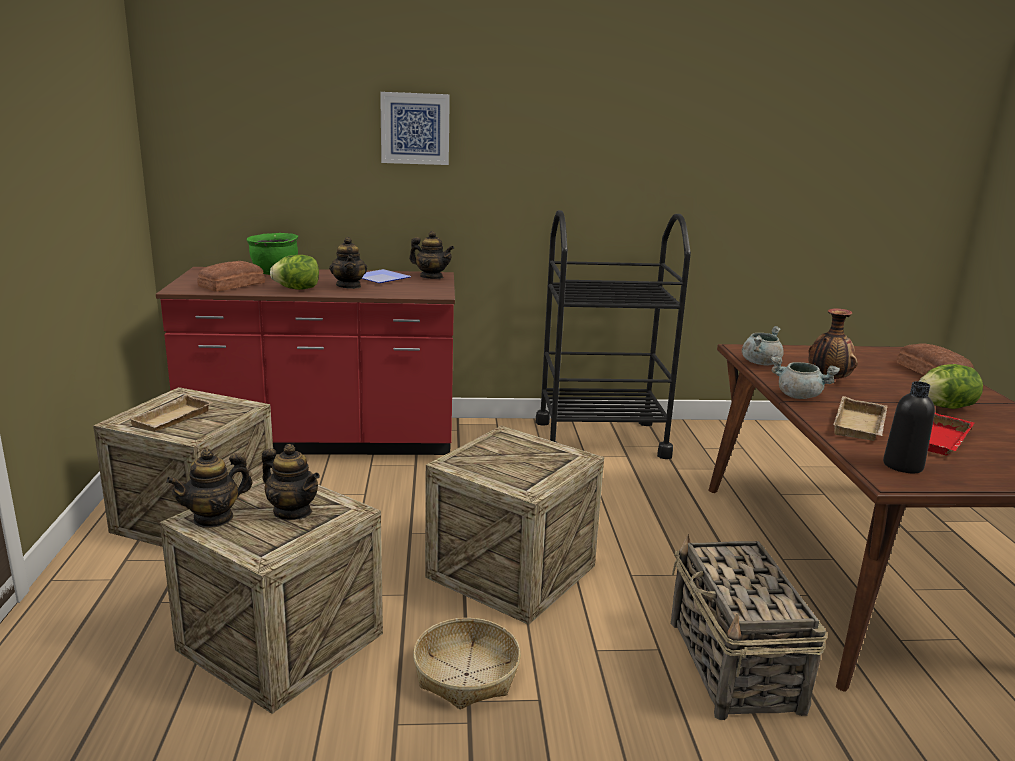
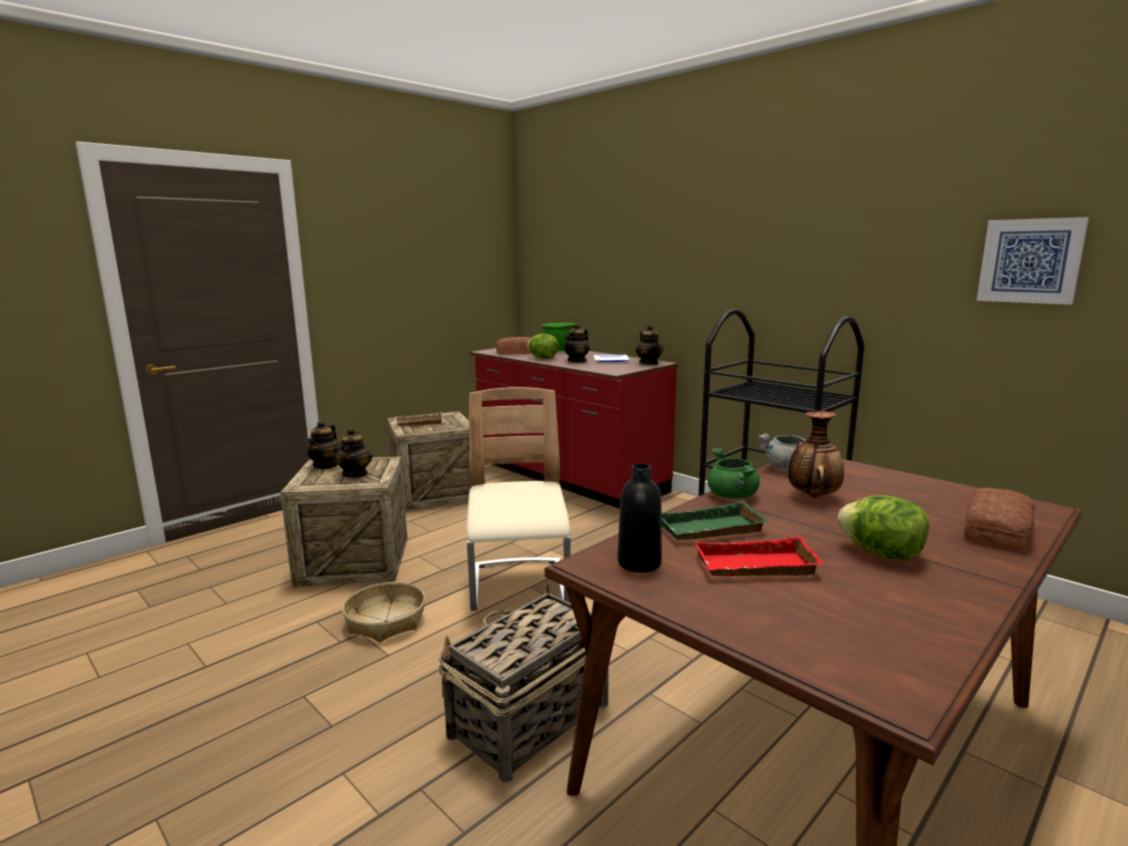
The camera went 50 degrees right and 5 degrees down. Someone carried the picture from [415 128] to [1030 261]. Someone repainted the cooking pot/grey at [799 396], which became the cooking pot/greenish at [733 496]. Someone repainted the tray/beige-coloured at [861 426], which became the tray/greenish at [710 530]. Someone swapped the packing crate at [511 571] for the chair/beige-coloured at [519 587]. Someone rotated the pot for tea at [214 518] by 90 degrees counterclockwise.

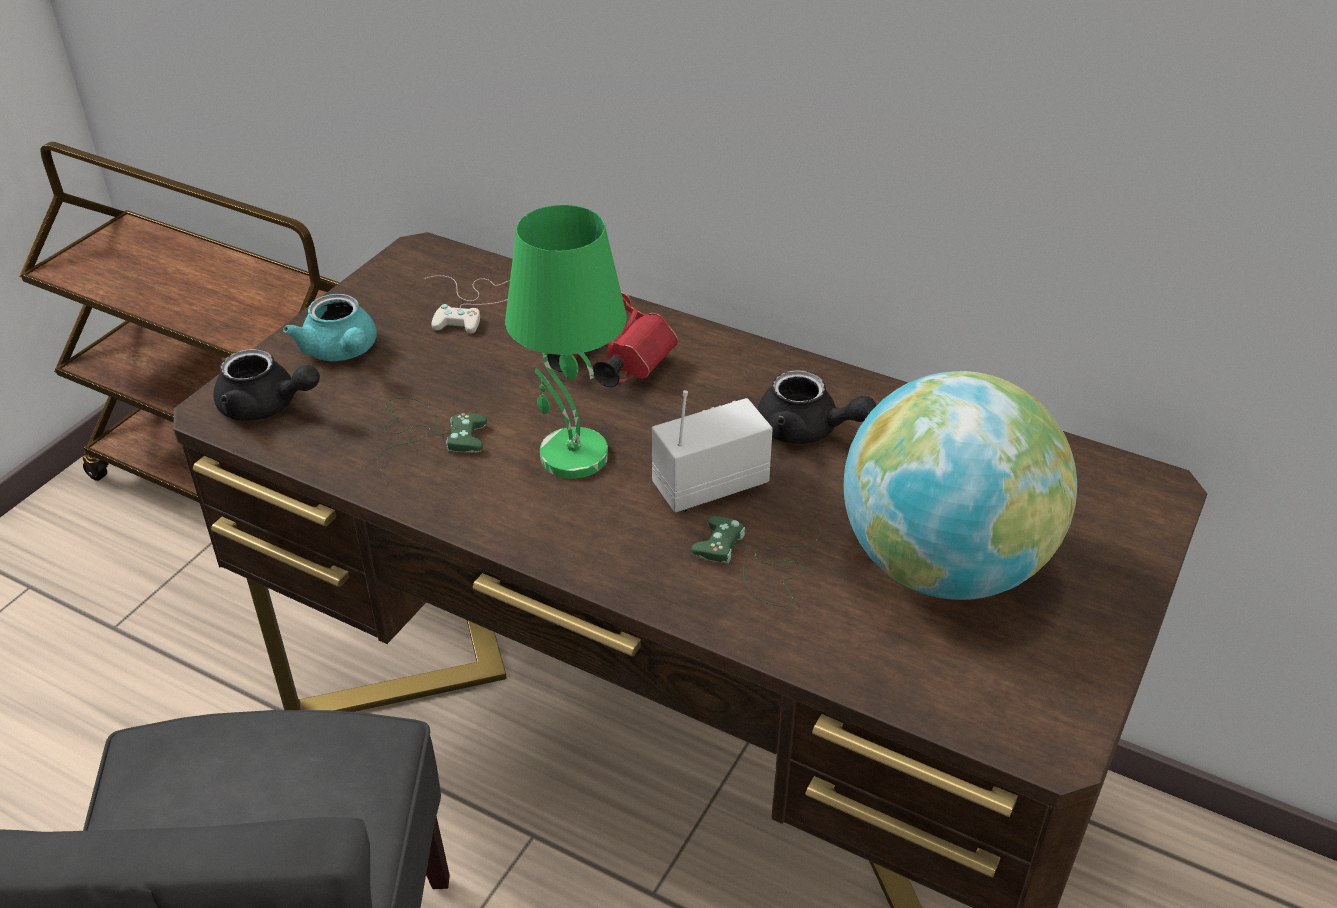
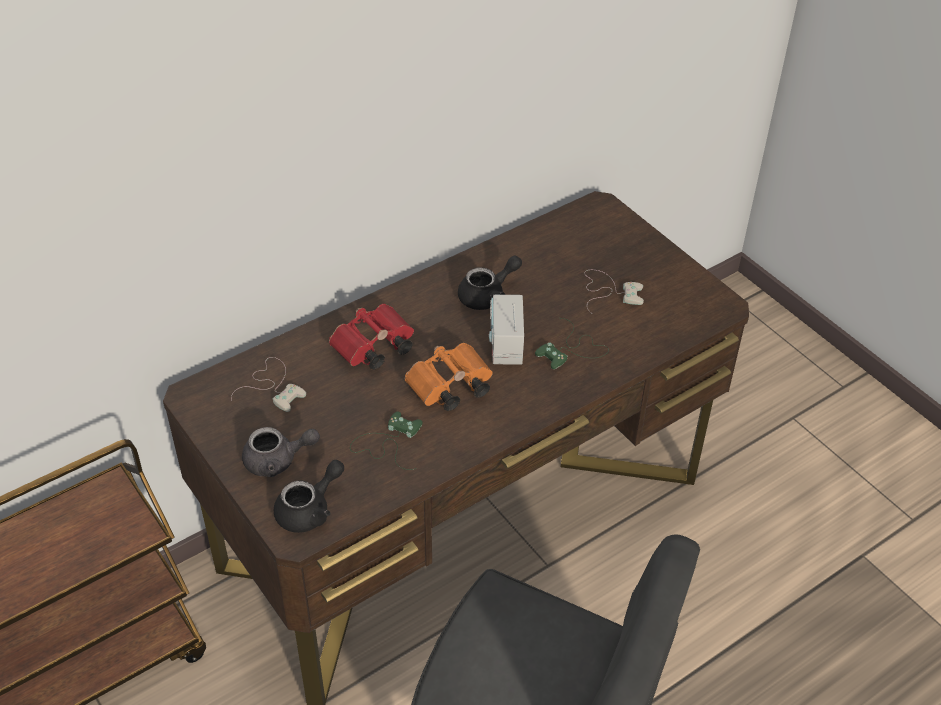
The camera went 65 degrees left and 5 degrees up. Someone swapped the tabletop lamp/greenish at [571 456] for the binoculars/orange-coloured at [449 389]. Someone repainted the pot for tea/turquoise-coloured at [342 352], which became the pot for tea/grey at [277 461]. Someone swapped the desk globe at [942 565] for the game controller/whitish at [609 291].

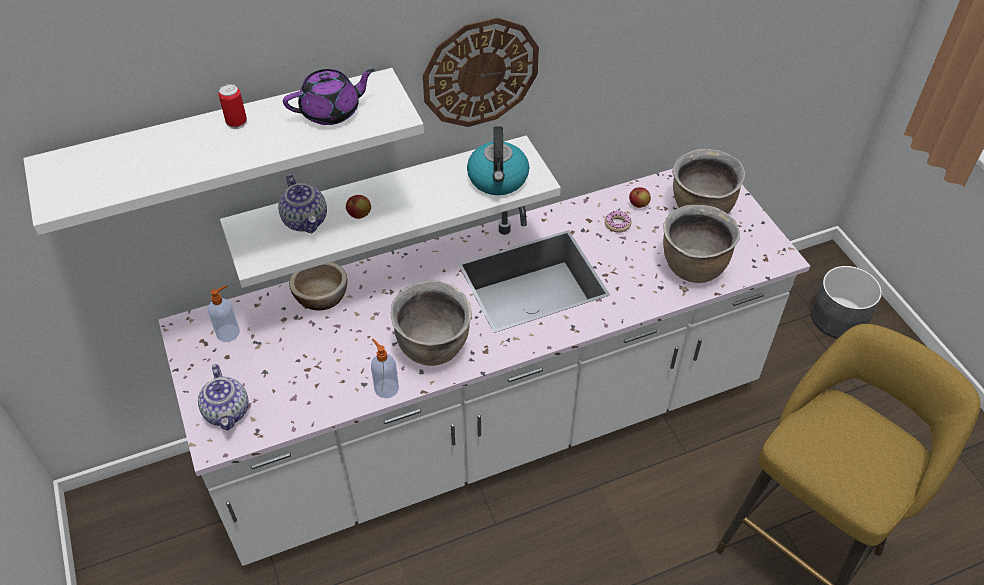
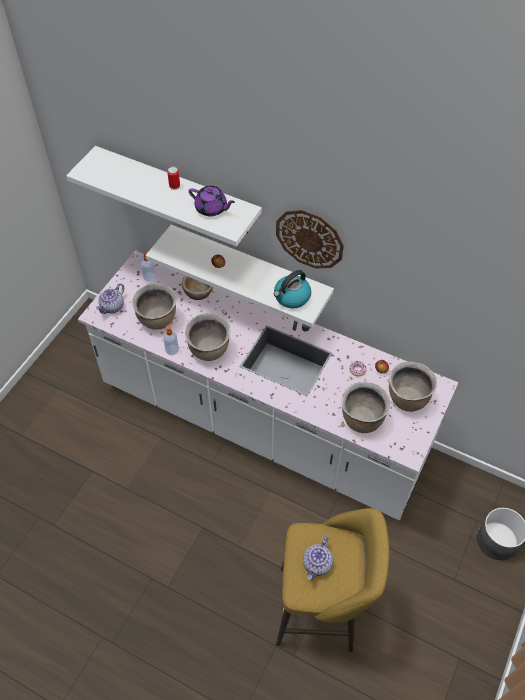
The camera went 50 degrees right and 5 degrees up. Someone carried the pot for tea from [306 220] to [317 564]. Someone put down the cooking pot/brown at [158 320].

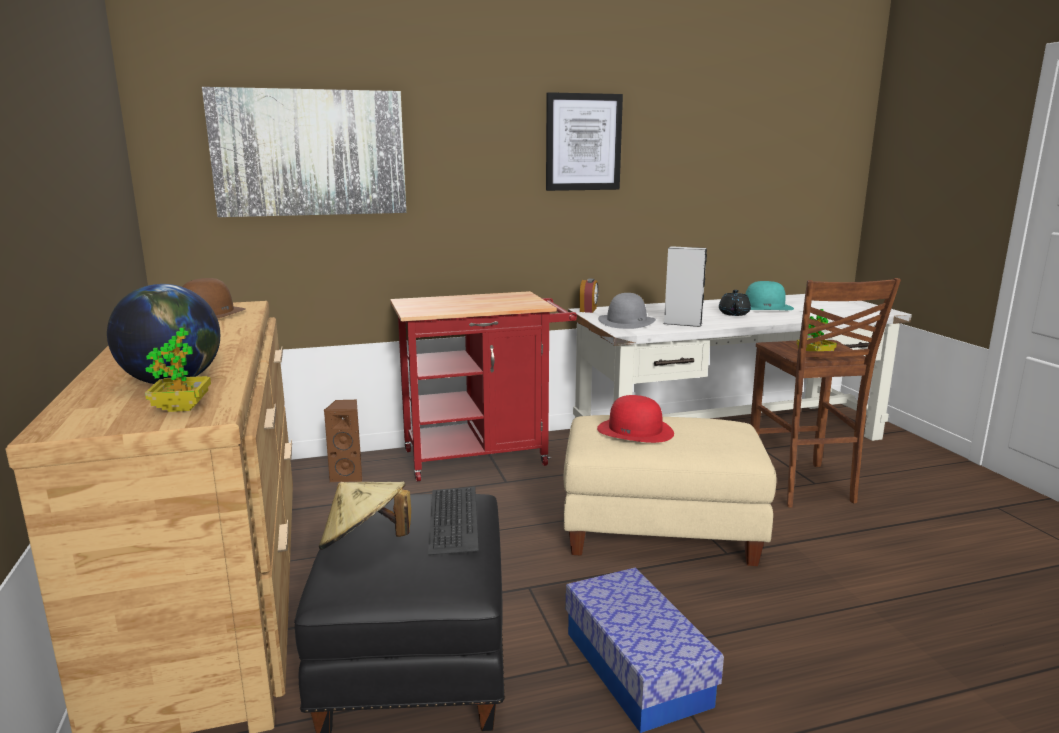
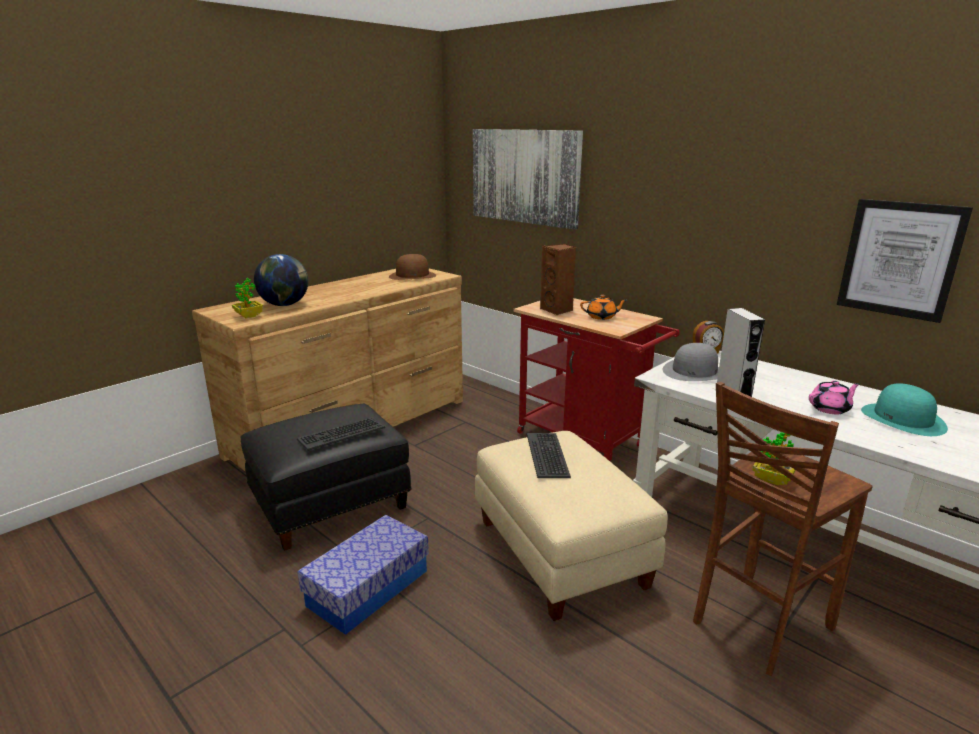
The camera went 60 degrees right and 5 degrees up. Someone carried the picture from [583 142] to [900 259]. Someone repainted the pot for tea/black at [734 313], which became the pot for tea/pink at [830 409]. Someone swapped the clothing hat/red-coloured at [635 430] for the computer keyboard at [548 455]. Someone carried the loudspeaker/brown from [349 476] to [557 310]. Someone took away the clothing hat/beige-coloured at [365 543]. Someone put down the pot for tea/orange-coloured at [602 317].

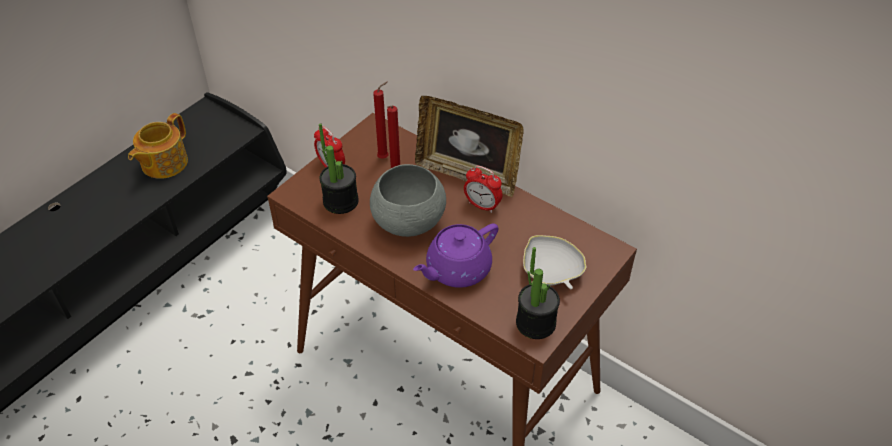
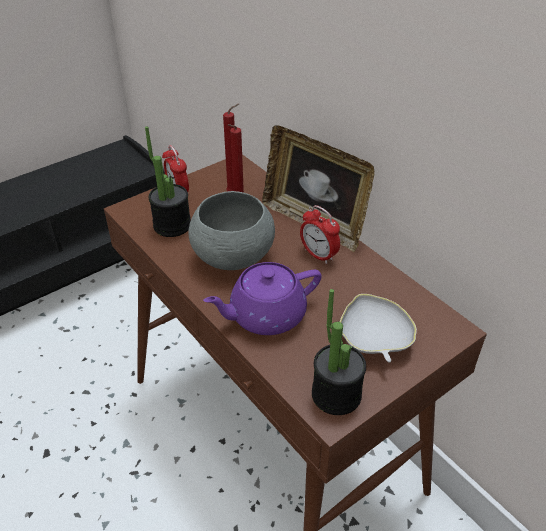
The camera went 15 degrees right and 5 degrees down. Someone took away the pot for tea at [163 163].

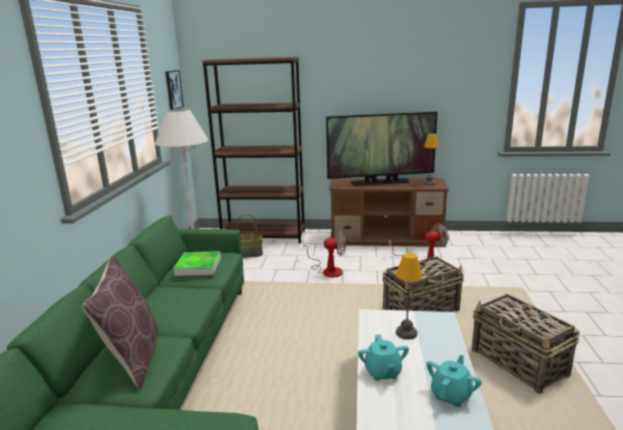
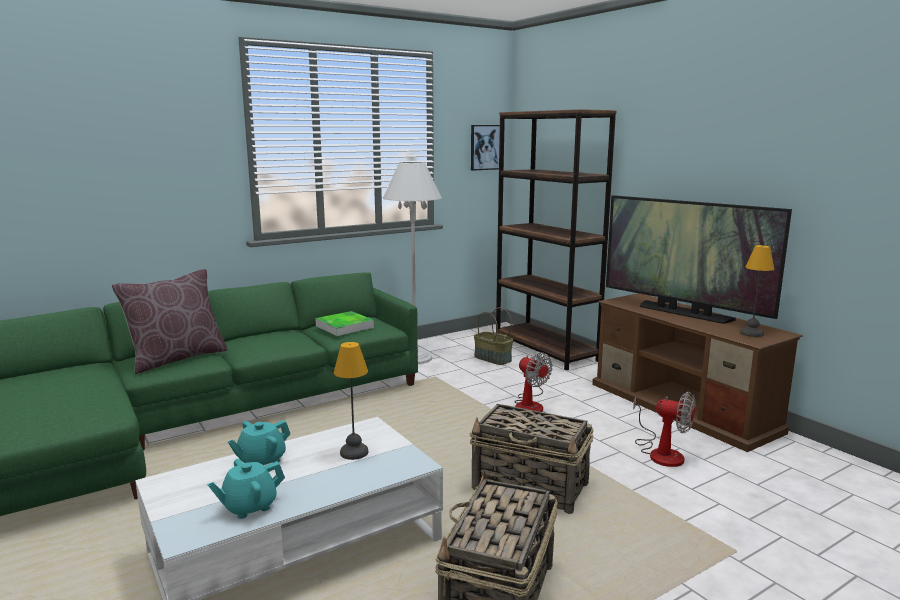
The camera went 50 degrees right and 5 degrees down. Someone rotated the pot for tea/turquoise-coloured at [451 395] by 150 degrees clockwise.

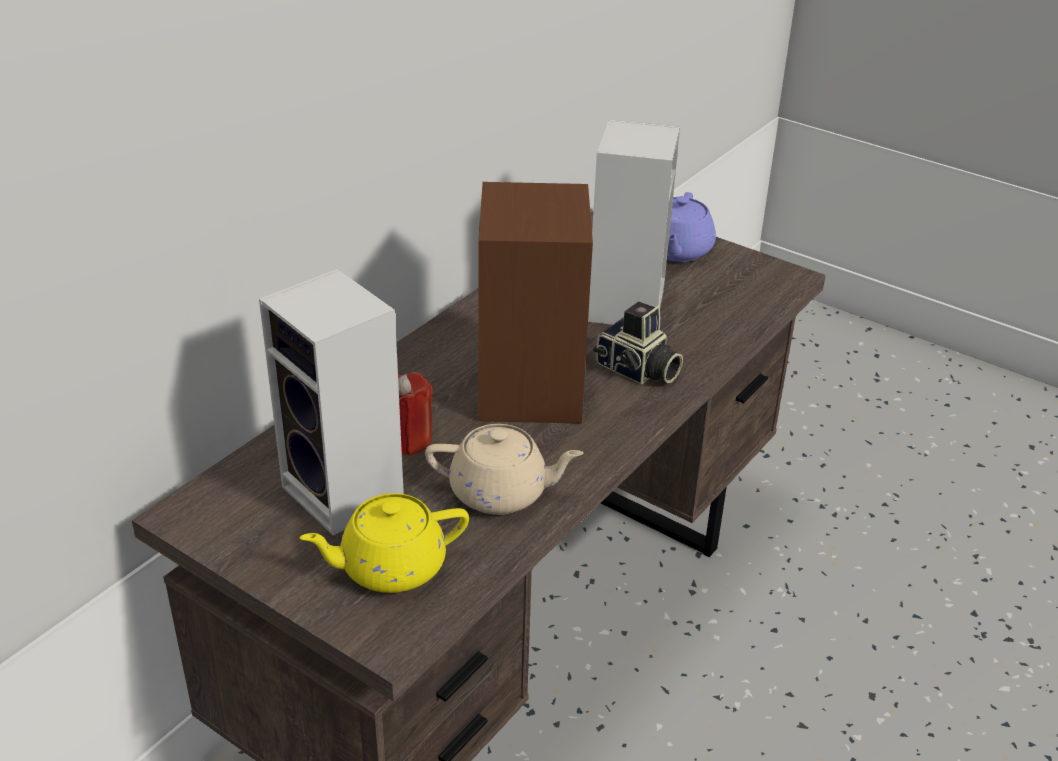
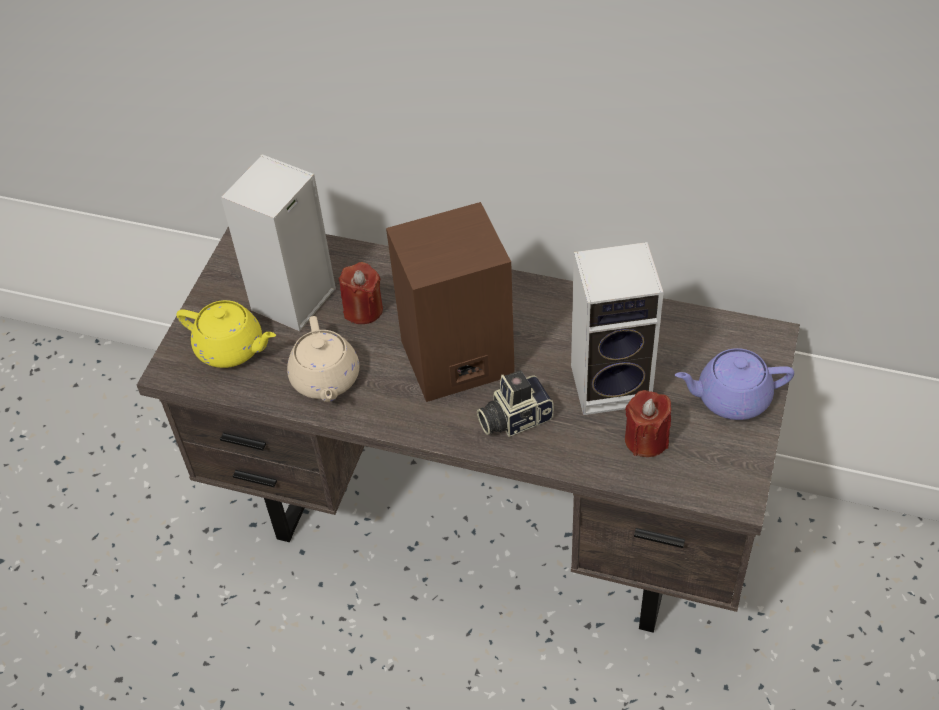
The camera went 75 degrees right and 15 degrees up. Someone rotated the photo camera at [637 371] by 45 degrees clockwise. Someone rotated the pot for tea/yellow at [390 567] by 150 degrees clockwise. Someone put down the wax light/red-coloured at [646 439].

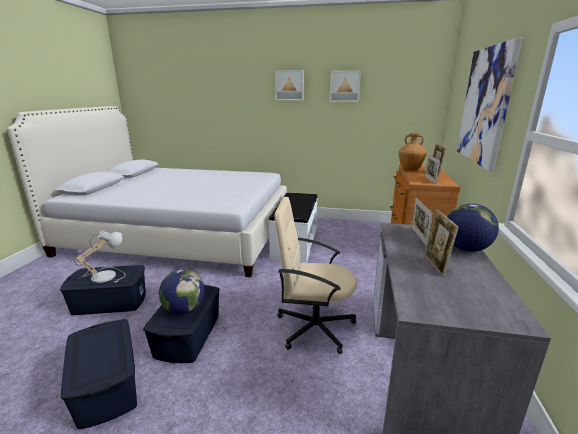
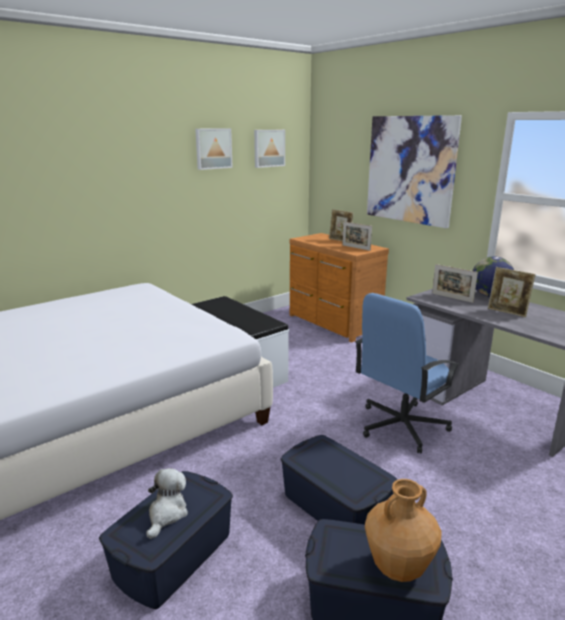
The camera went 50 degrees left and 0 degrees up. Someone carried the picture from [289 85] to [268 148]. Someone carried the vase/brown from [410 170] to [399 567]. Someone repainted the desk chair/beige-coloured at [313 327], which became the desk chair/blue at [401 426]. Someone swapped the tabletop lamp at [104 275] for the plush toy at [166 514]. Someone took away the desk globe at [184 309].

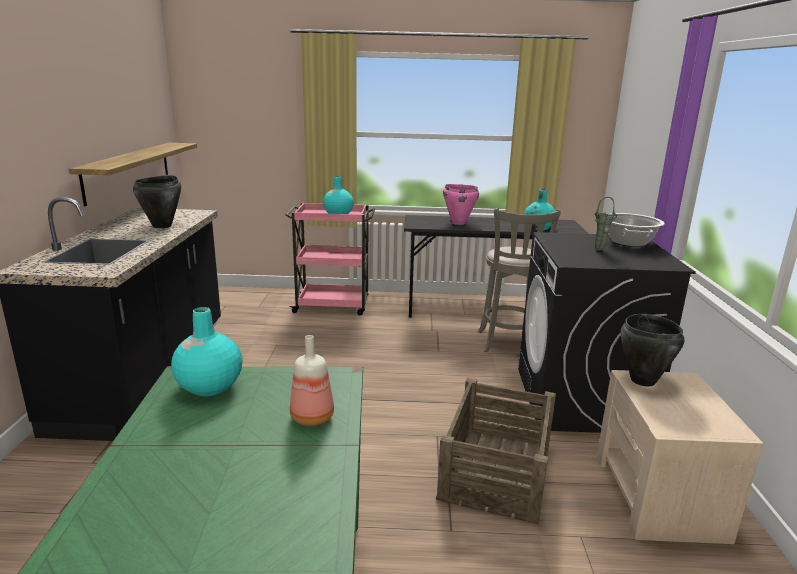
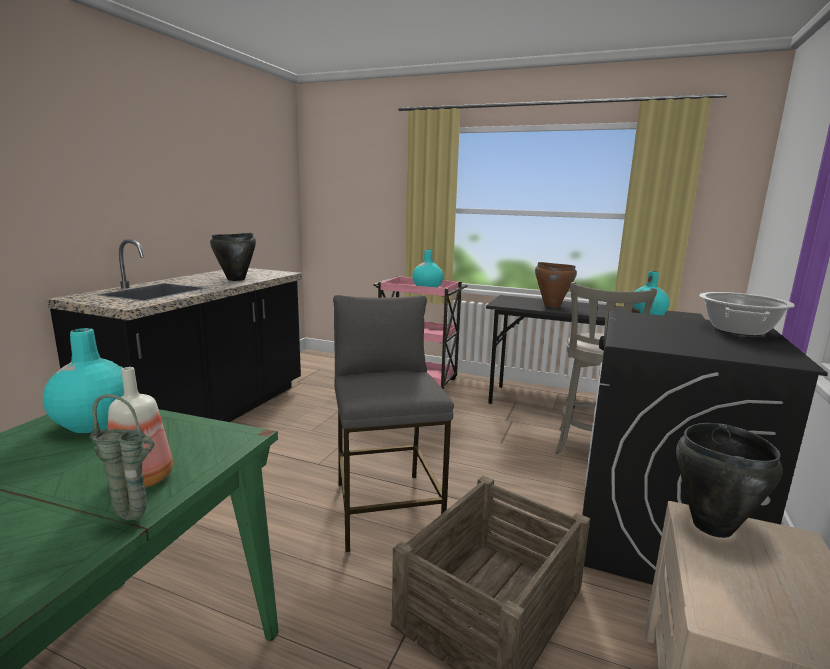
The camera went 20 degrees right and 5 degrees down. Someone took away the wall shelf at [128 170]. Someone repainted the cooking pot/pink at [458 223], which became the cooking pot/brown at [551 305]. Someone carried the vase/greenish from [600 250] to [135 519]. Someone put down the sitting stool/grey at [386 508].

